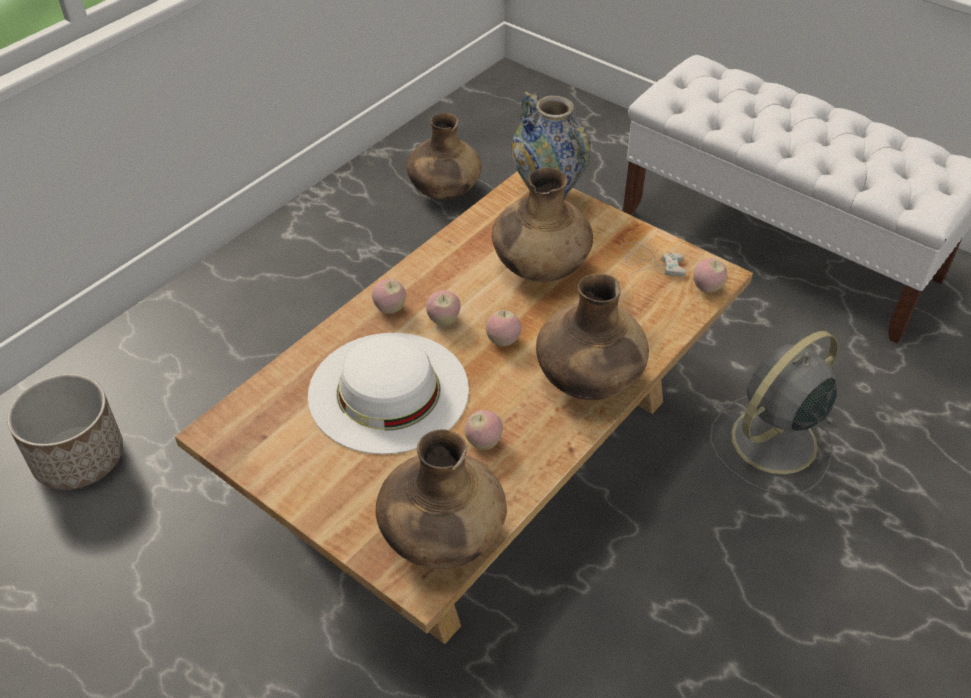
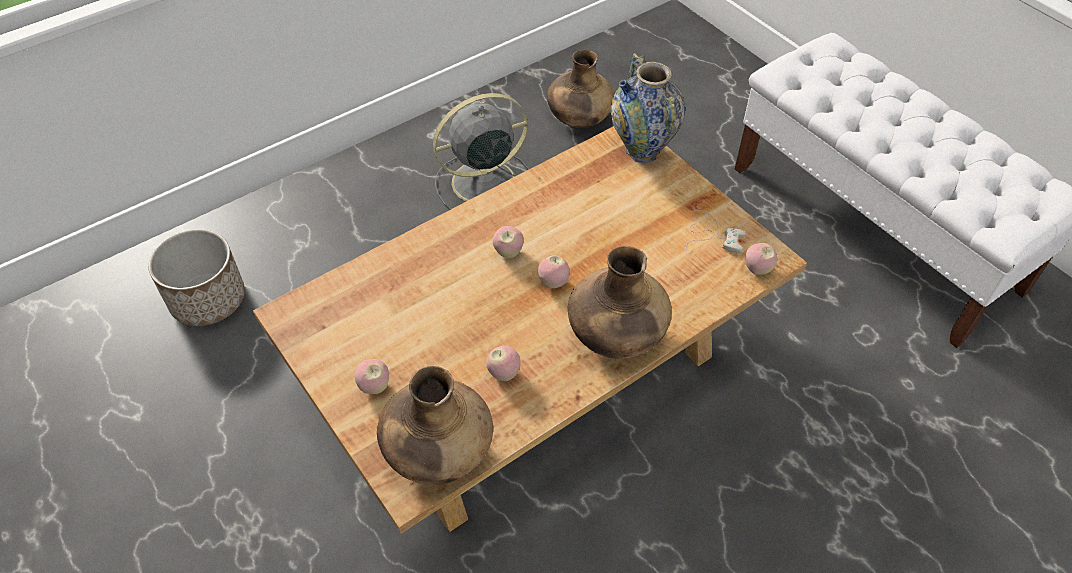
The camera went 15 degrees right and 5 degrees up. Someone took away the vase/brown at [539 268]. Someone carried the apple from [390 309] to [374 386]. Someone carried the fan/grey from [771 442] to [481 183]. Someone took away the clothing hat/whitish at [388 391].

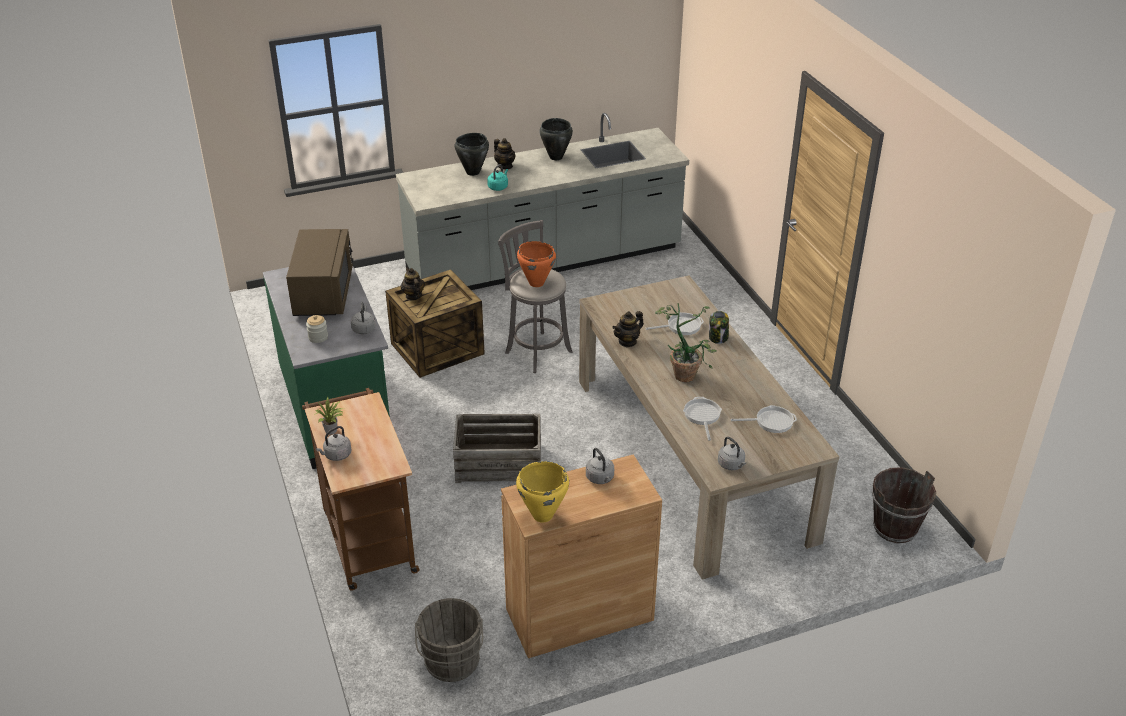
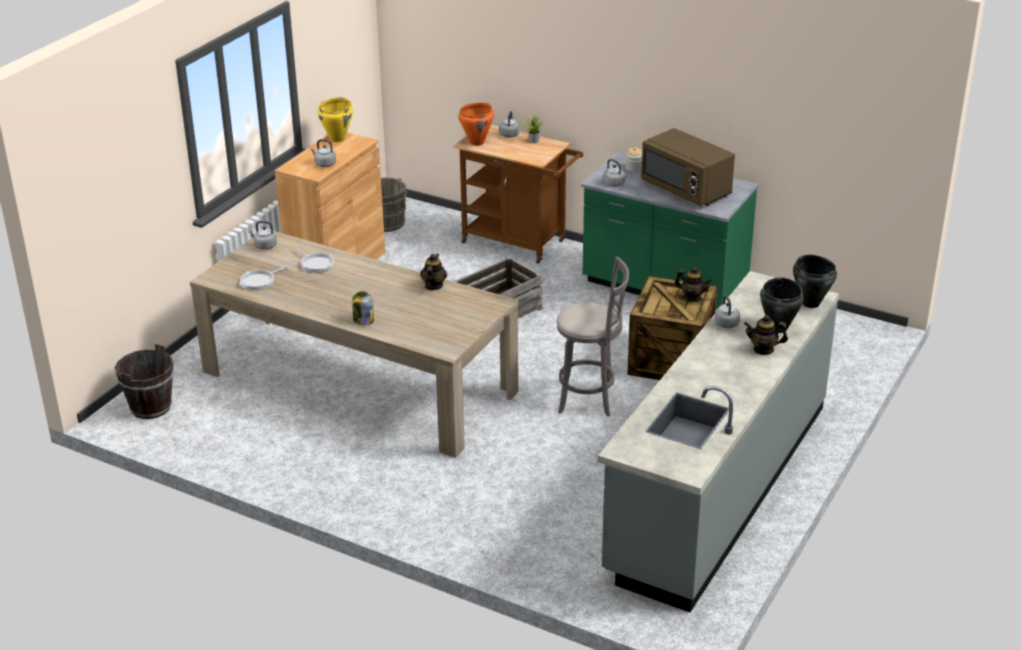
The camera went 140 degrees right and 5 degrees down. Someone carried the cooking pot/black from [555 157] to [811 303]. Someone repainted the kettle/turquoise-coloured at [498 187], which became the kettle/grey at [727 325]. Someone carried the cooking pot/orange-coloured from [536 283] to [477 143]. Someone took away the plant in a pot at [685 372]. Someone took away the skillet at [681 326].

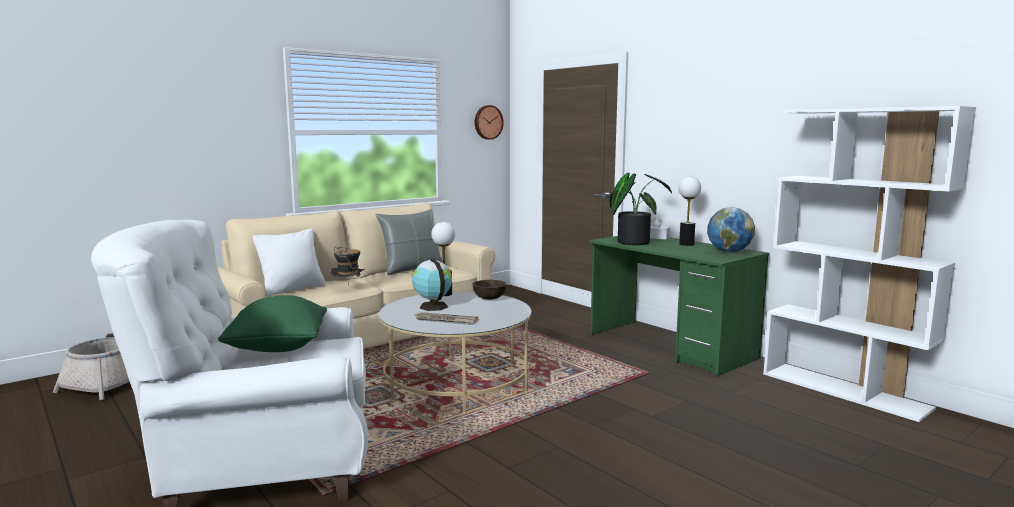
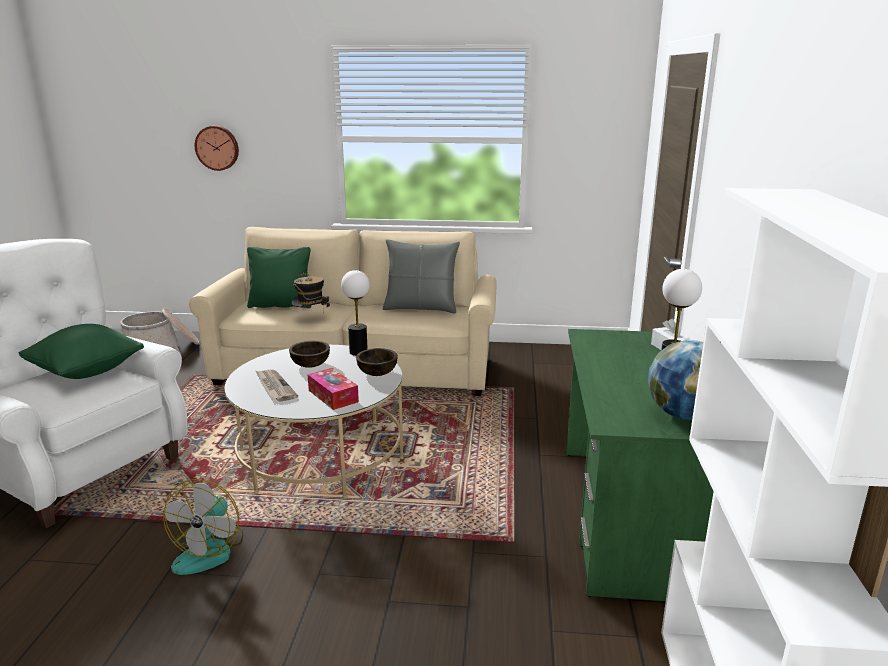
The camera went 45 degrees right and 10 degrees up. Someone carried the clock on the wall from [487 122] to [217 148]. Someone took away the plant in a pot at [633 242]. Someone repainted the throw pillow/whitish at [292 289], which became the throw pillow/greenish at [281 305]. Someone swapped the desk globe at [432 306] for the bowl/brown at [310 365]. Someone put down the tissue box at [333 396]. Someone put down the fan at [210 550].

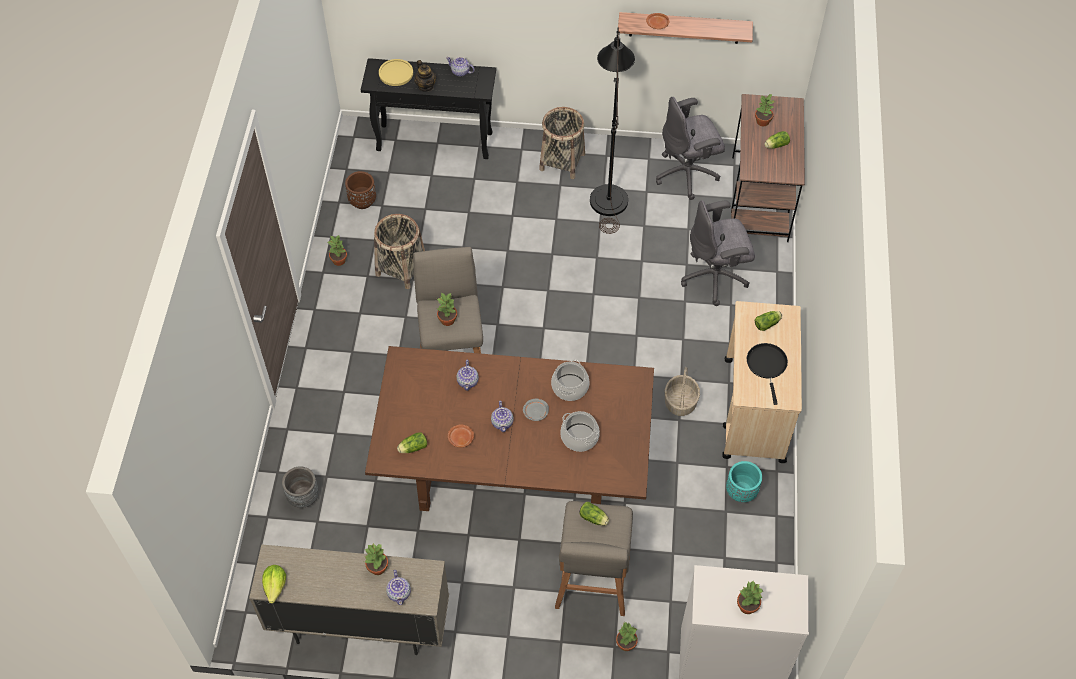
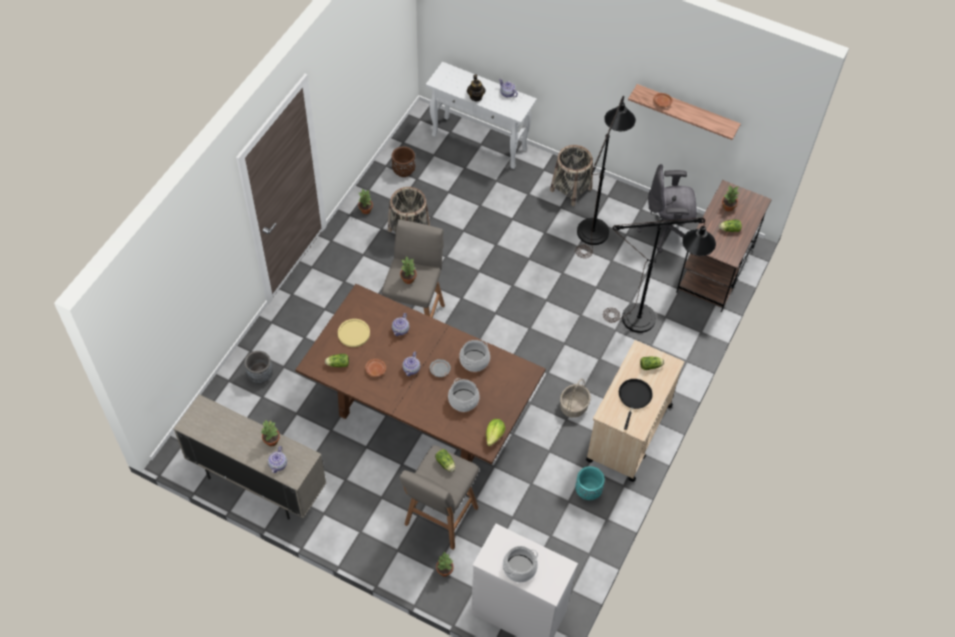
The camera went 20 degrees right and 0 degrees up. Someone repainted the hall table/black at [435 141], which became the hall table/whitish at [480 142]. Someone carried the flat dish/yellow from [396 73] to [354 333]. Someone swapped the desk chair/grey at [715 277] for the standing lamp/black at [648 320]. Someone carried the lettuce head from [275 586] to [494 435]. Someone swapped the plant in a pot at [747 606] for the cooking pot at [519 568].

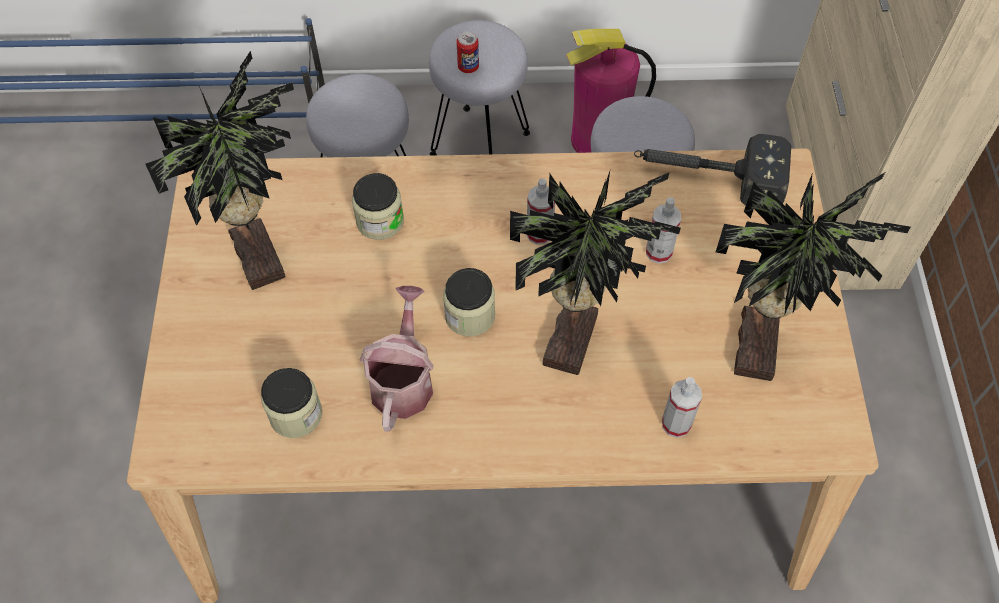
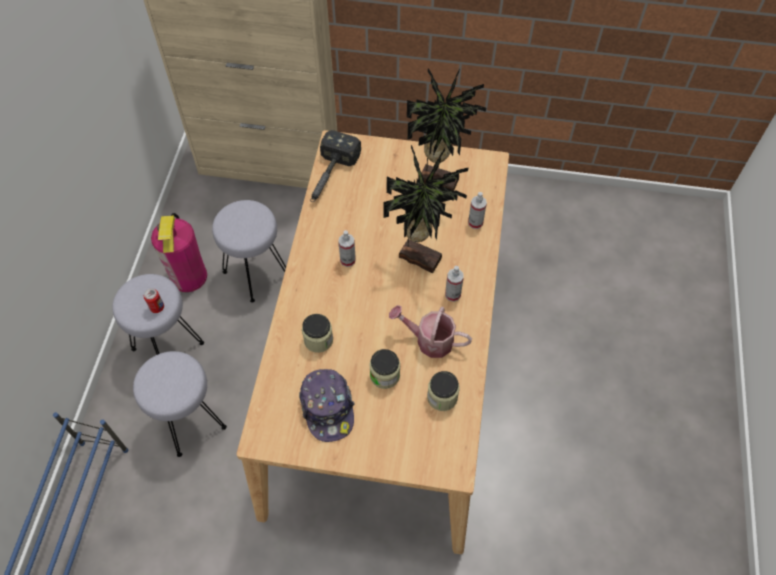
The camera went 80 degrees left and 0 degrees up. Someone swapped the plant in a pot at [262 255] for the cap at [328 408]. Someone carried the spray bottle from [659 252] to [452 294]. Someone carried the storage jar from [470 315] to [385 375].

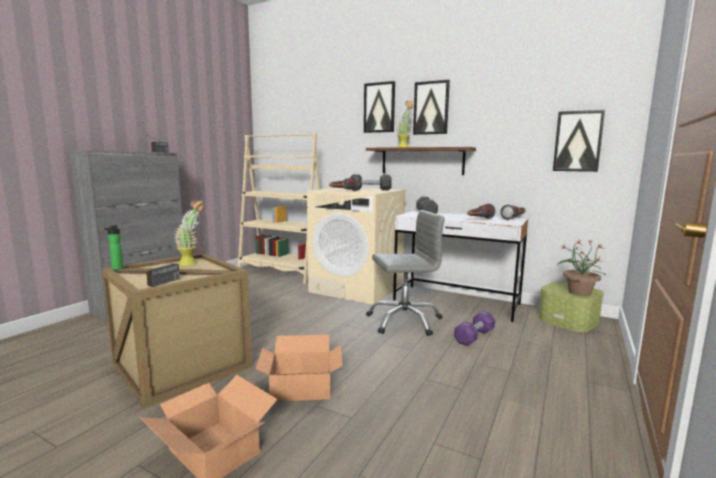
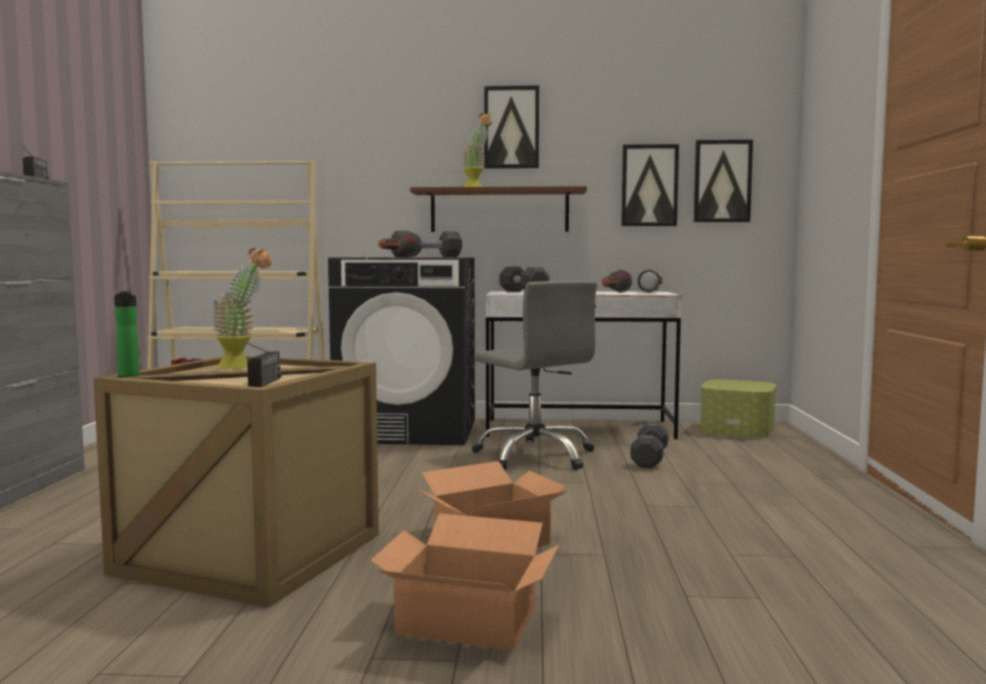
The camera went 25 degrees left and 5 degrees down. Someone carried the picture from [379 107] to [649 185]. Someone repainted the laundry appliance/beige-coloured at [357 288], which became the laundry appliance/black at [409 430]. Someone rotated the desk chair/grey at [404 321] by 90 degrees clockwise. Someone took away the plant in a pot at [579 292]. Someone repainted the free weight/purplish at [474 337], which became the free weight/black at [649 459].

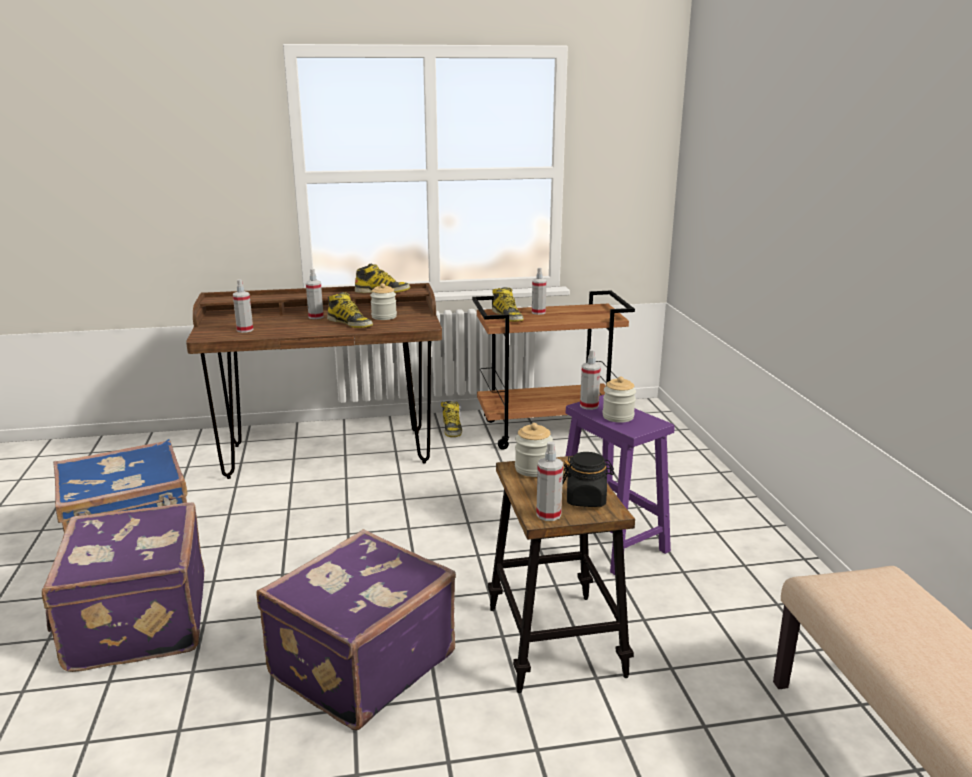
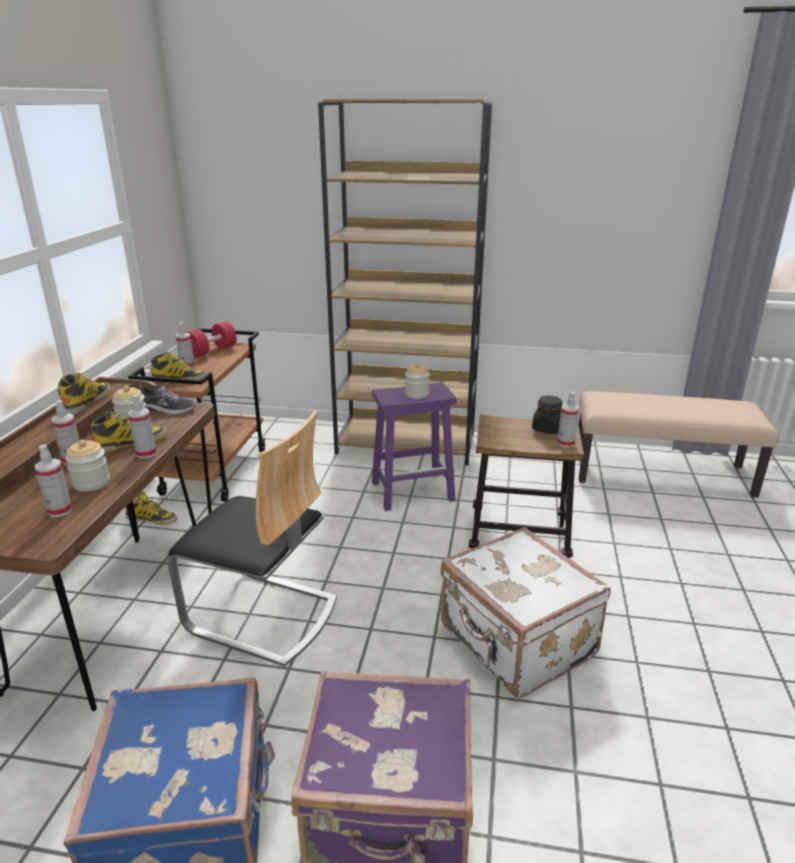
The camera went 70 degrees left and 5 degrees up. Someone carried the spray bottle from [589 406] to [146 453]. Someone carried the storage jar from [533 469] to [91 483]. Someone repainted the suitcase/purplish at [359 664], which became the suitcase/whitish at [516 642]. Someone put down the bookshelf/brown at [407 443]. Someone put down the free weight/red-coloured at [212 351]. Someone put down the shoe at [167 409]. Someone put down the chair at [262 615].

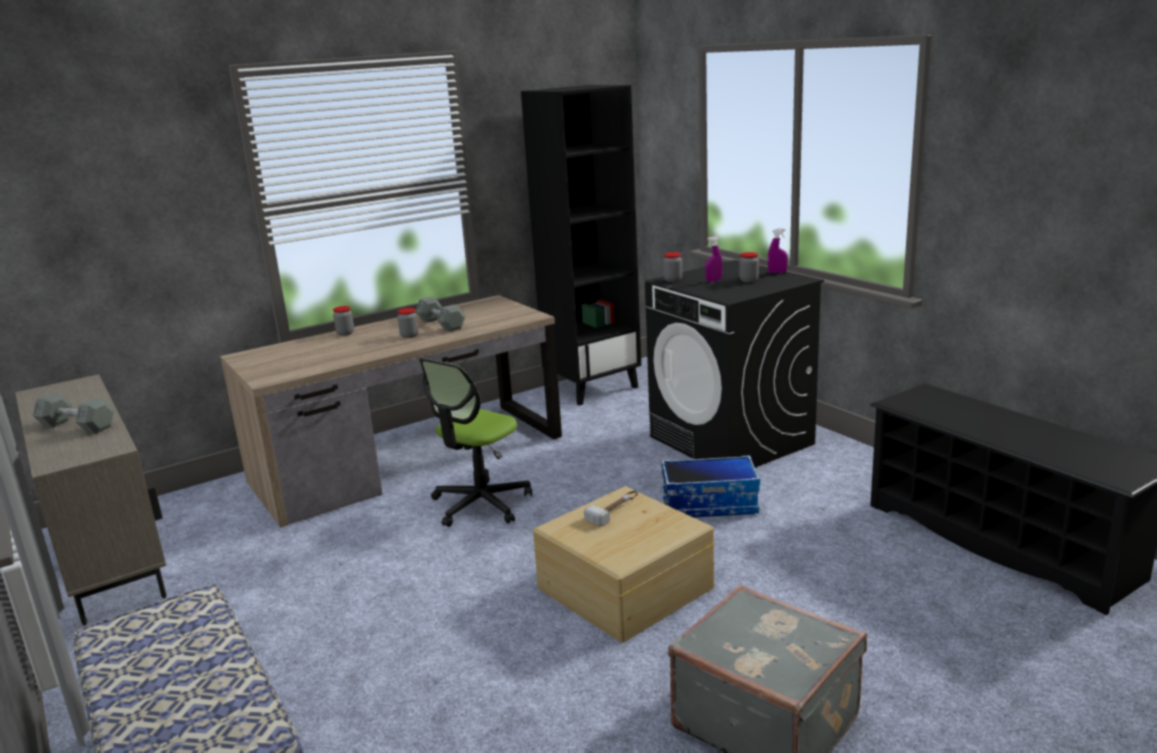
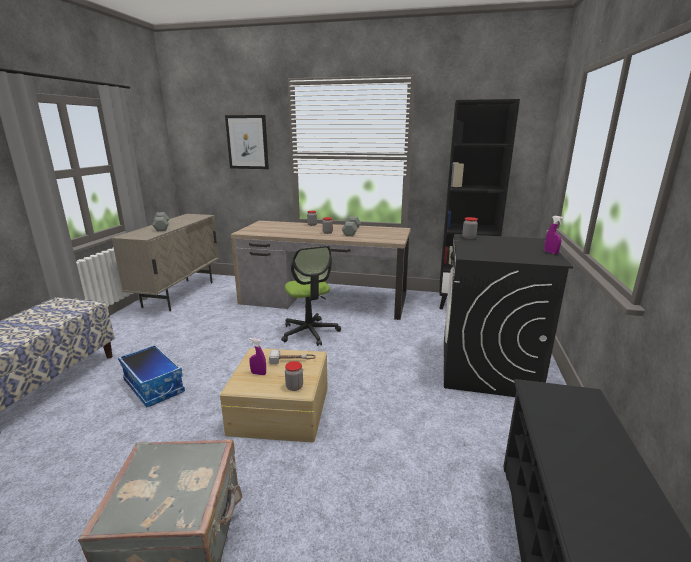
The camera went 45 degrees right and 0 degrees up. Someone carried the spray bottle/purplish from [714 281] to [258 373]. Someone carried the storage jar from [749 280] to [294 387]. Someone rotated the desk chair at [481 504] by 105 degrees counterclockwise. Someone carried the storage box from [710 504] to [154 386]. Someone put up the picture at [247 142].

